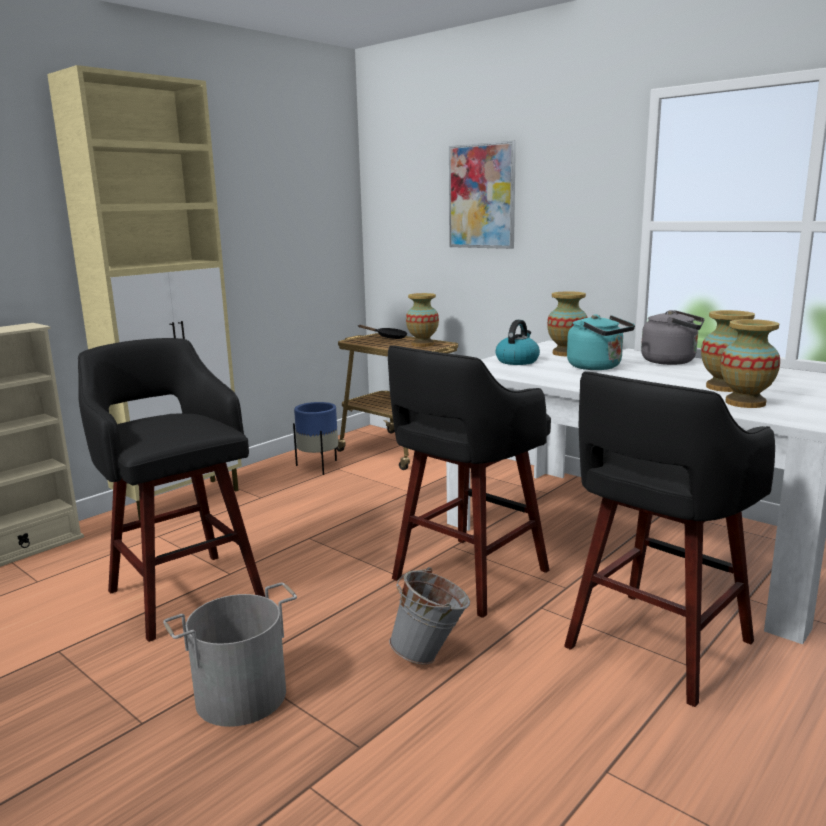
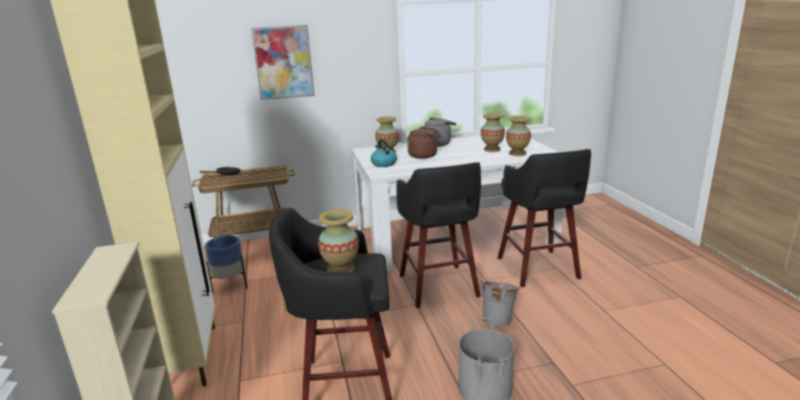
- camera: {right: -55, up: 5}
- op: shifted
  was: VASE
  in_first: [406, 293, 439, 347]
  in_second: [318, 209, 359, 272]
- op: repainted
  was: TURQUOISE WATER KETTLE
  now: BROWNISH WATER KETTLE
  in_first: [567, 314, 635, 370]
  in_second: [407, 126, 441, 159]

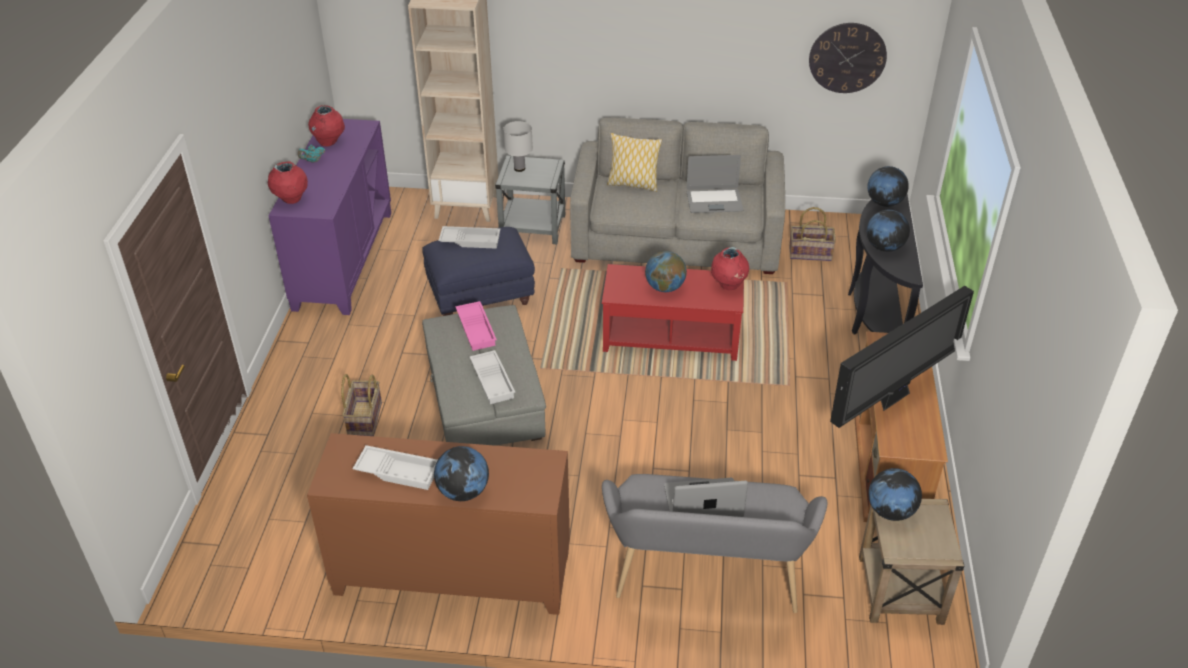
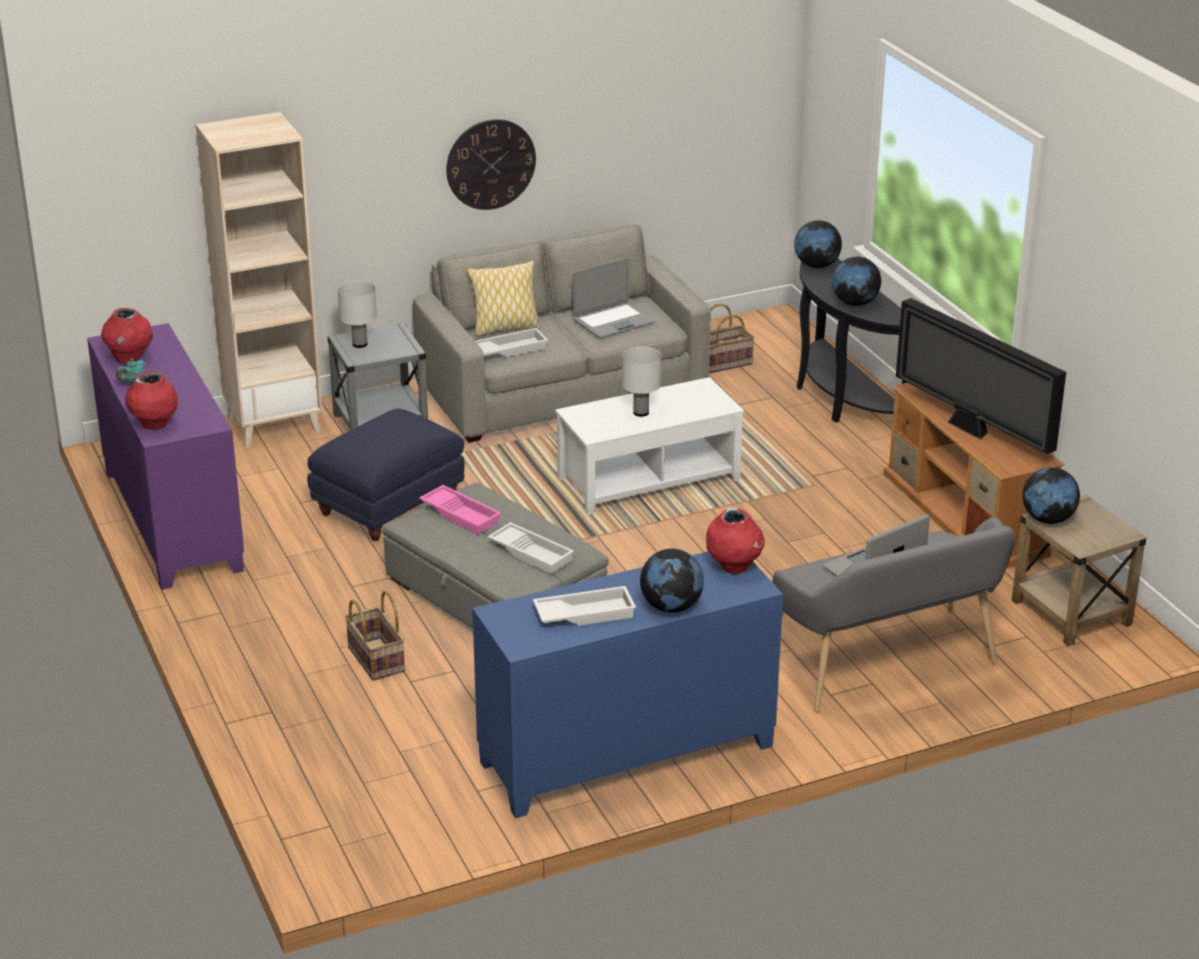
- camera: {right: -30, up: -10}
- op: repainted
  was: BROWNISH CUPBOARD
  now: BLUISH CUPBOARD
  in_first: [307, 433, 570, 615]
  in_second: [472, 551, 783, 818]
- op: shifted
  was: WHITE SERVING TRAY
  in_first: [439, 226, 500, 249]
  in_second: [475, 328, 548, 357]
- op: repainted
  was: RED LOUNGE TABLE
  now: WHITE LOUNGE TABLE
  in_first: [602, 264, 744, 361]
  in_second: [555, 377, 744, 515]
- op: swapped
  was: WORLD GLOBE
  now: WHITE LAMP FOR A TABLE
  in_first: [645, 251, 687, 292]
  in_second: [622, 346, 662, 417]
- op: shifted
  was: RED VASE
  in_first: [711, 247, 749, 290]
  in_second: [706, 508, 765, 574]
- op: shifted
  was: HANGING CLOCK
  in_first: [809, 23, 887, 93]
  in_second: [446, 119, 536, 210]
- op: rotated
  was: TELEVISION
  in_first: [830, 286, 974, 428]
  in_second: [896, 298, 1066, 454]
  clockwise: 120

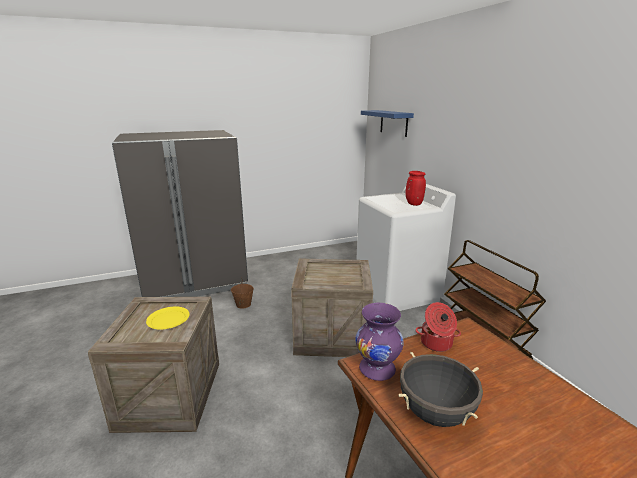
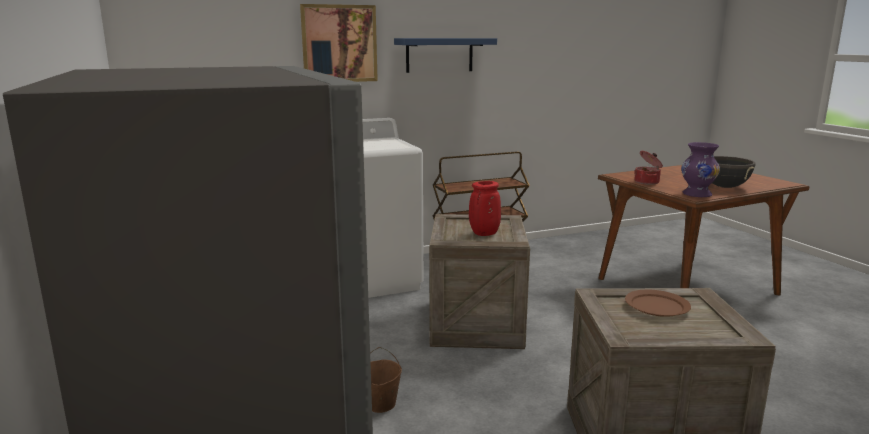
- camera: {right: -90, up: -5}
- op: repainted
  was: YELLOWISH FLAT DISH
  now: BROWNISH FLAT DISH
  in_first: [146, 306, 190, 329]
  in_second: [625, 290, 691, 317]
- op: shifted
  was: BLUISH WALL SHELF
  in_first: [361, 110, 414, 137]
  in_second: [394, 38, 497, 73]
- op: shifted
  was: RED VASE
  in_first: [405, 171, 426, 206]
  in_second: [469, 181, 501, 236]
- op: new
  now: WALL ART
  in_second: [300, 4, 378, 82]

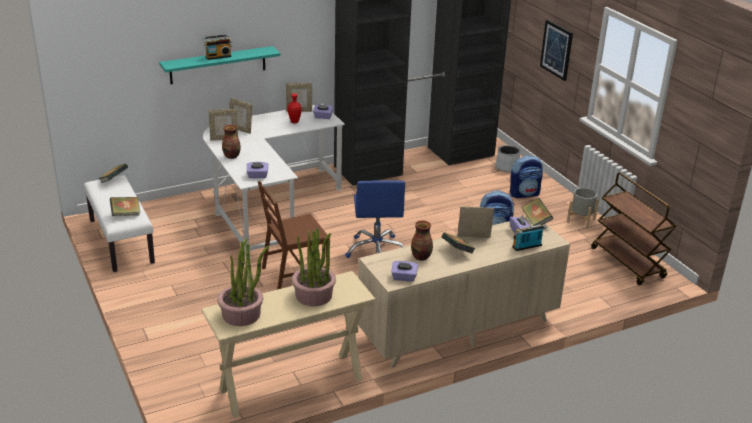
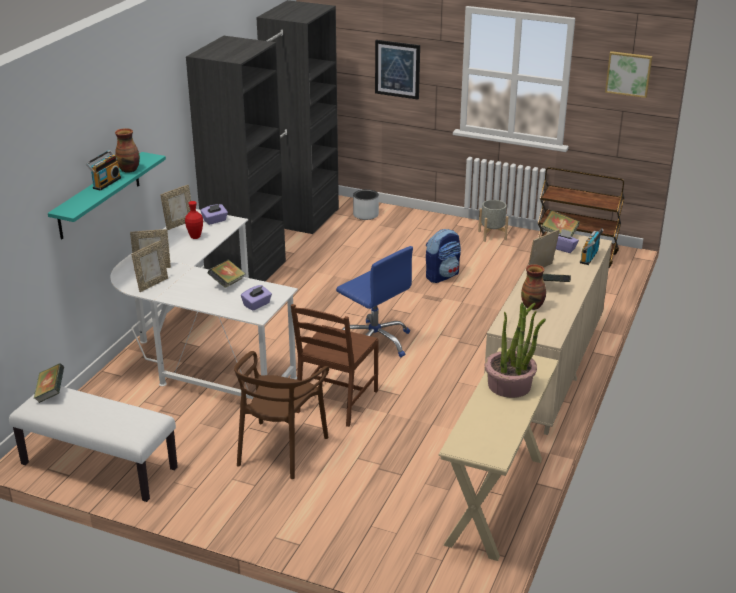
- camera: {right: -40, up: 0}
- op: shifted
  was: VOLUME
  in_first: [110, 197, 141, 216]
  in_second: [208, 260, 246, 288]
- op: gone
  was: POTTED PLANT
  in_first: [217, 238, 269, 326]
- op: shifted
  was: VASE
  in_first: [222, 125, 241, 159]
  in_second: [115, 128, 140, 173]
- op: gone
  was: PURPLE-COLOURED TISSUE HOLDER
  in_first: [391, 261, 418, 282]
- op: gone
  was: BACKPACK
  in_first: [510, 155, 543, 198]
- op: new
  now: BROWNISH CHAIR
  in_second: [234, 351, 329, 479]
- op: new
  now: WALL ART
  in_second: [605, 51, 652, 98]

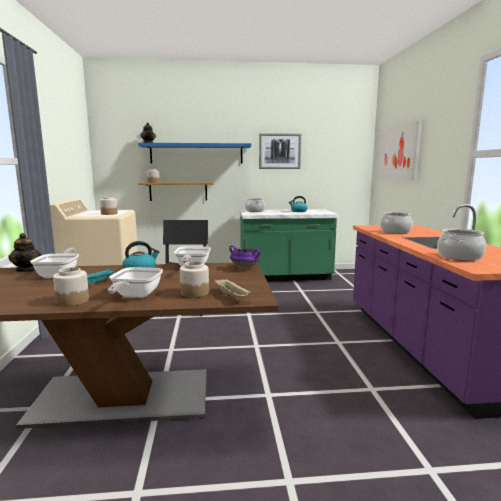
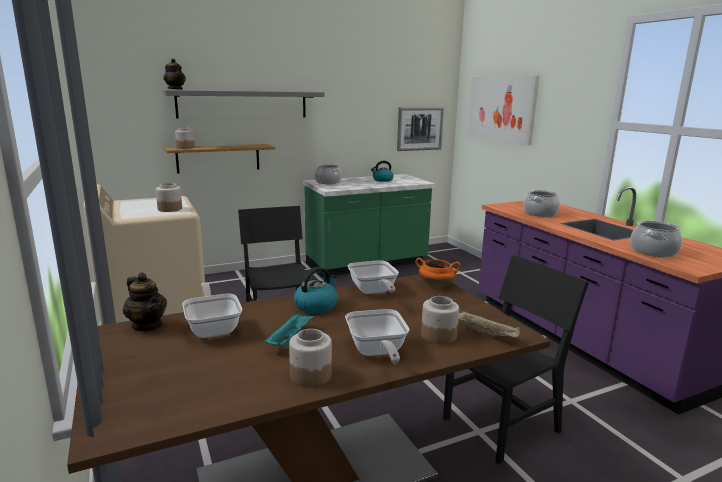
- camera: {right: -20, up: 5}
- op: repainted
  was: BLUISH WALL SHELF
  now: GRAY WALL SHELF
  in_first: [138, 143, 251, 164]
  in_second: [163, 90, 324, 119]
- op: repainted
  was: PURPLE-COLOURED SAUCEPOT
  now: ORANGEY SAUCEPOT
  in_first: [229, 245, 261, 270]
  in_second: [415, 258, 461, 288]
- op: shifted
  was: WALL ART
  in_first: [259, 133, 301, 169]
  in_second: [397, 107, 444, 151]
- op: new
  now: BLACK CHAIR
  in_second: [443, 255, 589, 465]

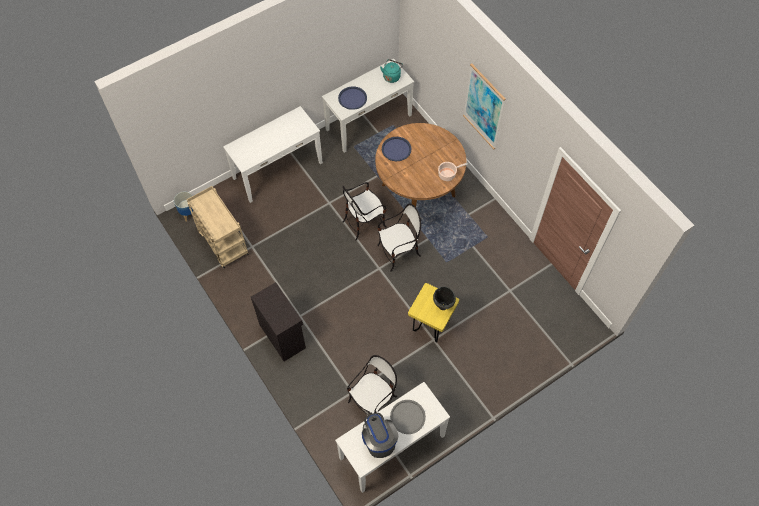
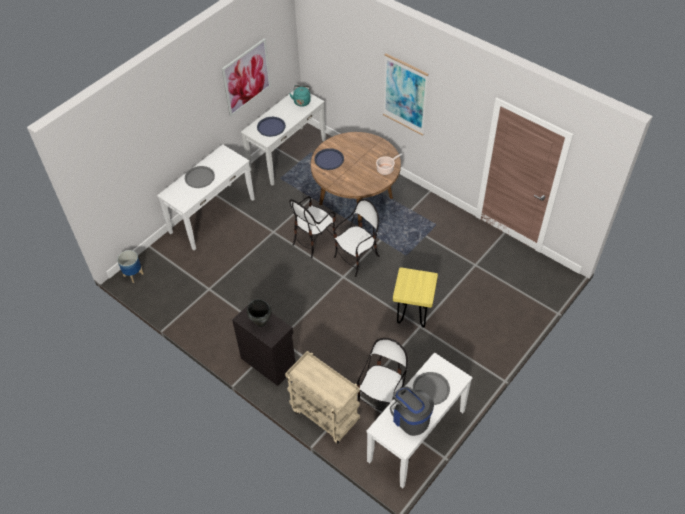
- camera: {right: -15, up: -10}
- op: shifted
  was: BEIGE-COLOURED WHEELED CART
  in_first: [187, 186, 249, 269]
  in_second: [285, 351, 360, 444]
- op: shifted
  was: BLACK SAUCEPOT
  in_first: [433, 287, 456, 310]
  in_second: [247, 299, 271, 327]
- op: new
  now: GRAY SERVING TRAY
  in_second: [185, 166, 215, 188]
- op: new
  now: WALL ART
  in_second: [222, 38, 271, 117]

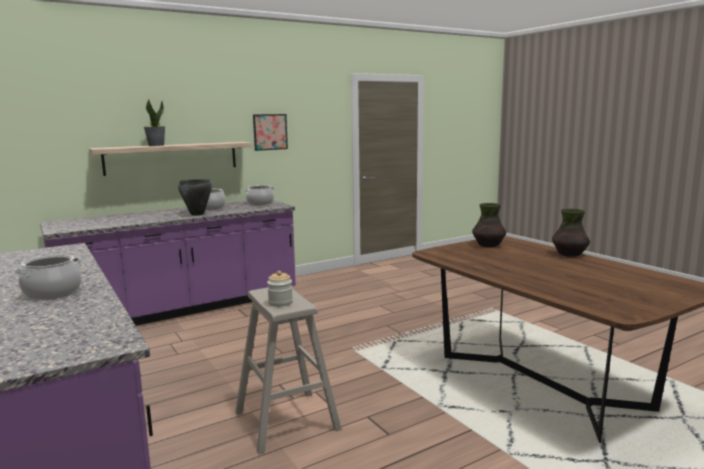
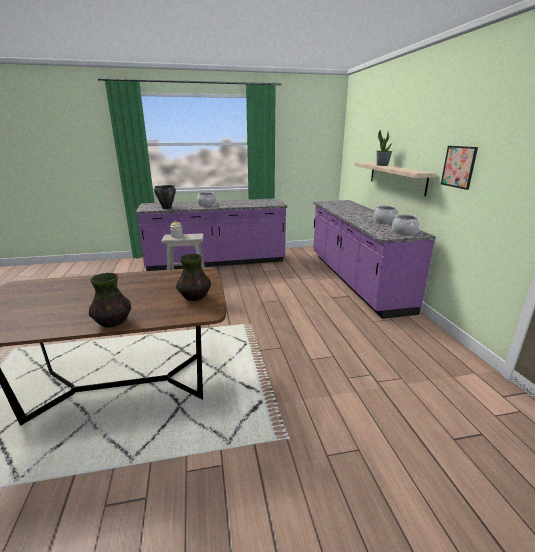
- camera: {right: 110, up: 10}
- op: shifted
  was: BLACK SAUCEPOT
  in_first: [178, 180, 212, 215]
  in_second: [154, 185, 176, 209]

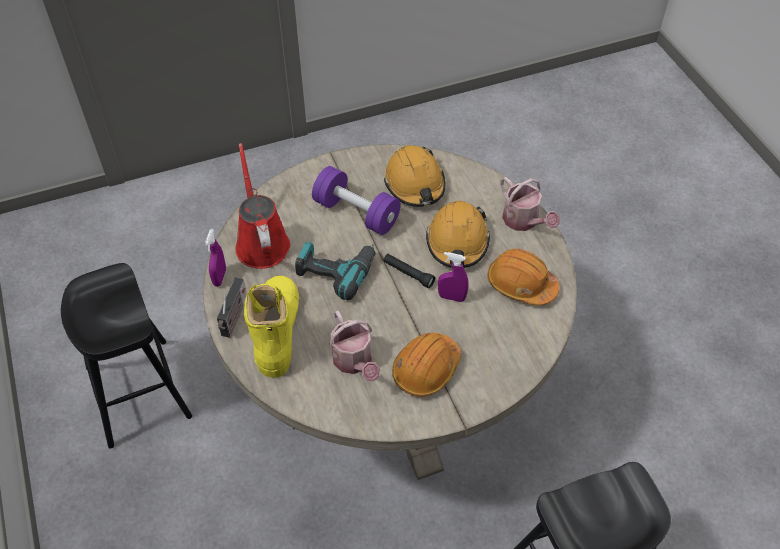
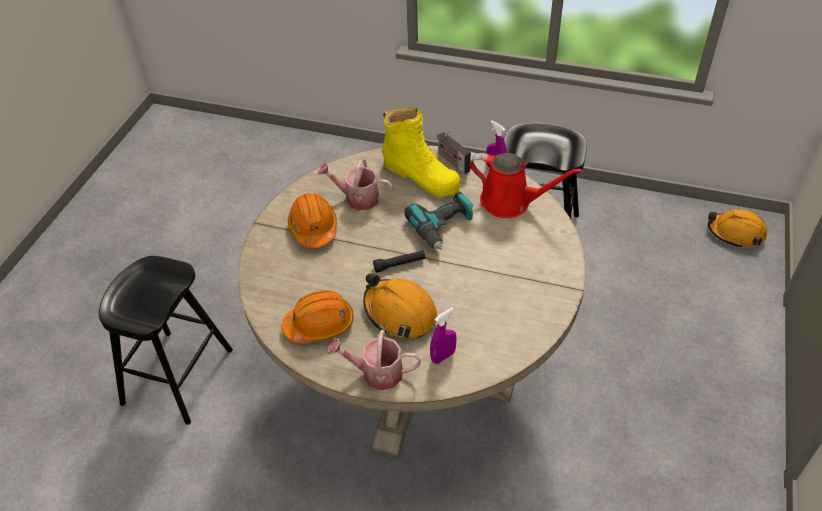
- camera: {right: 130, up: -5}
- op: gone
  was: PURPLE-COLOURED FREE WEIGHT
  in_first: [312, 166, 401, 235]
- op: shifted
  was: ORANGEY HARD HAT
  in_first: [384, 145, 445, 207]
  in_second: [708, 209, 767, 248]
- op: shifted
  was: PURPLE-COLOURED HAND SPRAYER
  in_first: [438, 252, 469, 302]
  in_second: [430, 307, 456, 364]

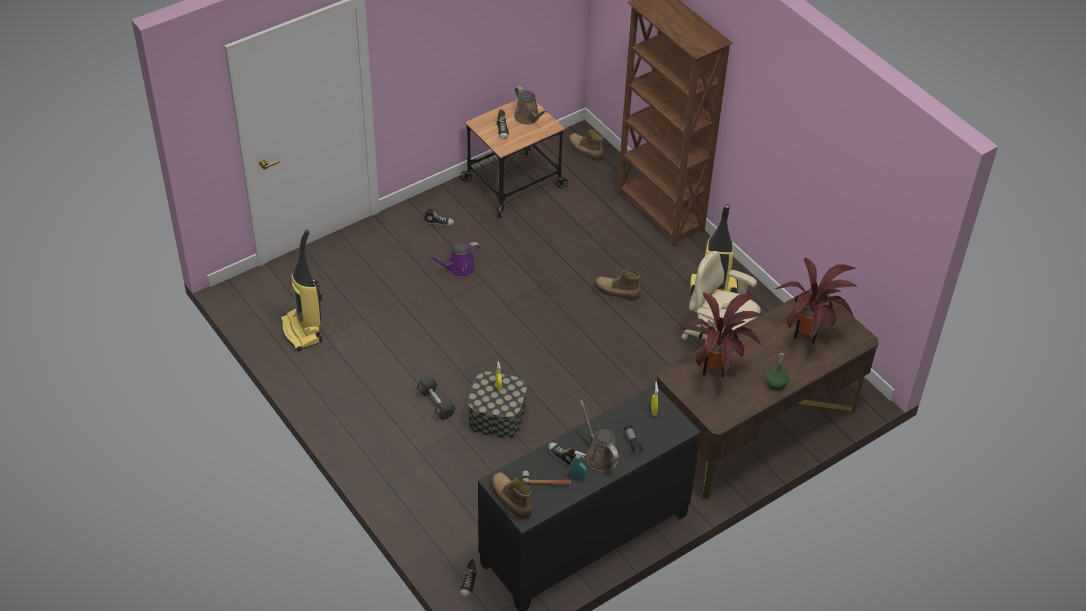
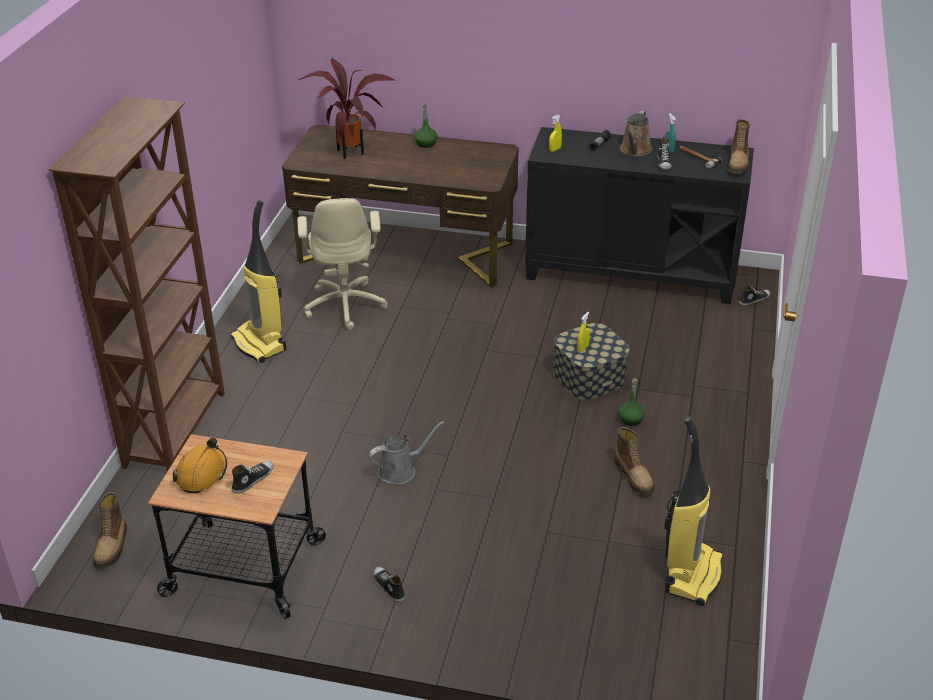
- camera: {right: -130, up: -10}
- op: swapped
  was: BLACK FREE WEIGHT
  now: GREEN BEVERAGE BOTTLE
  in_first: [416, 376, 456, 420]
  in_second: [618, 378, 645, 426]
- op: gone
  was: PURPLE-COLOURED WATERING POT
  in_first: [426, 242, 480, 277]
- op: swapped
  was: BROWNISH WATERING POT
  now: ORANGEY HARD HAT
  in_first: [514, 86, 548, 125]
  in_second: [173, 438, 227, 493]
- op: shifted
  was: HIGH-TOP BOOT
  in_first: [594, 269, 641, 300]
  in_second: [614, 427, 654, 495]
- op: gone
  was: POTTED PLANT
  in_first: [680, 293, 763, 377]
- op: new
  now: GRAY WATERING POT
  in_second: [369, 421, 444, 484]

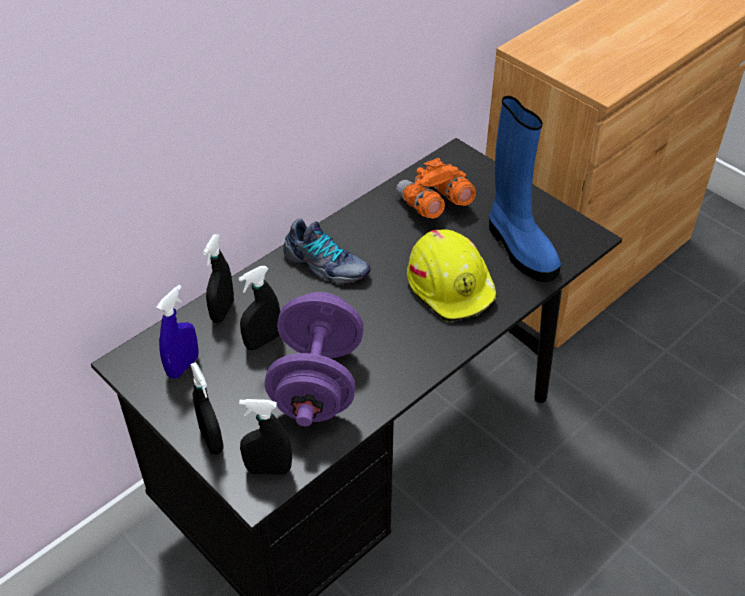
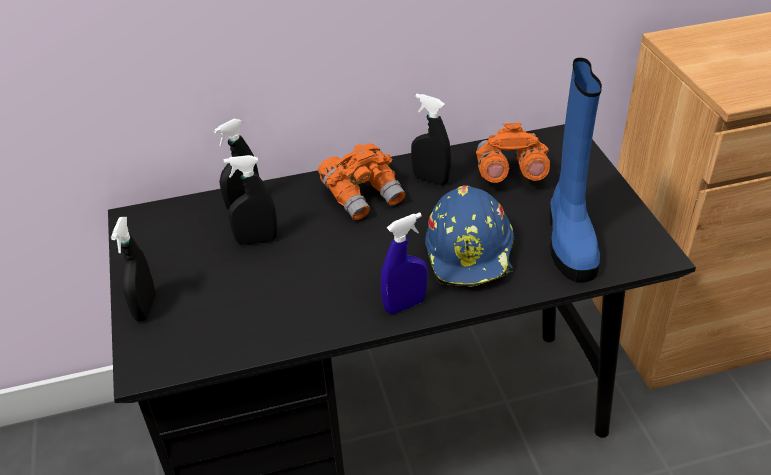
- camera: {right: 30, up: -5}
- op: shifted
  was: BLUISH HAND SPRAYER
  in_first: [156, 285, 199, 379]
  in_second: [381, 212, 428, 314]
- op: shifted
  was: BLACK HAND SPRAYER
  in_first: [239, 399, 292, 475]
  in_second: [411, 94, 451, 186]
- op: gone
  was: PURPLE-COLOURED FREE WEIGHT
  in_first: [265, 292, 363, 426]
- op: swapped
  was: SHOE
  now: ORANGEY FIELD GLASSES
  in_first: [283, 218, 371, 284]
  in_second: [318, 143, 406, 220]
- op: repainted
  was: YELLOWISH HARD HAT
  now: BLUISH HARD HAT
  in_first: [407, 229, 498, 322]
  in_second: [425, 185, 514, 287]

